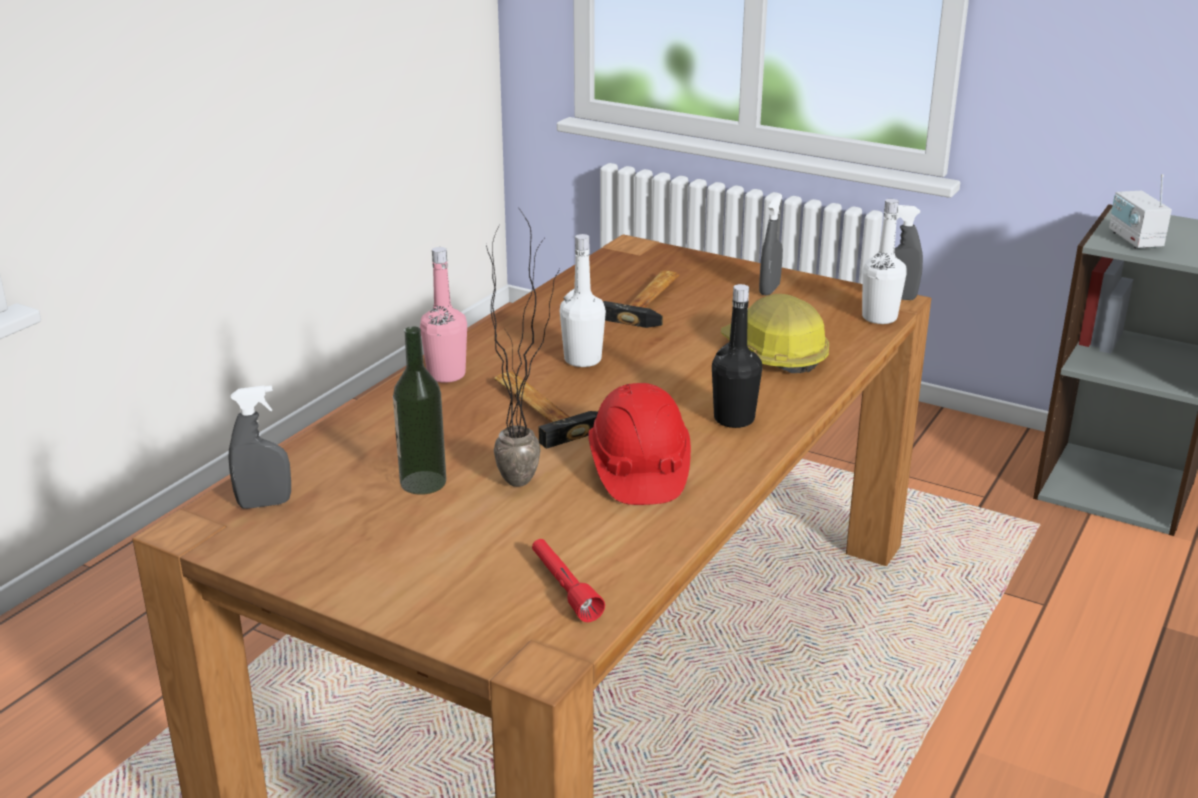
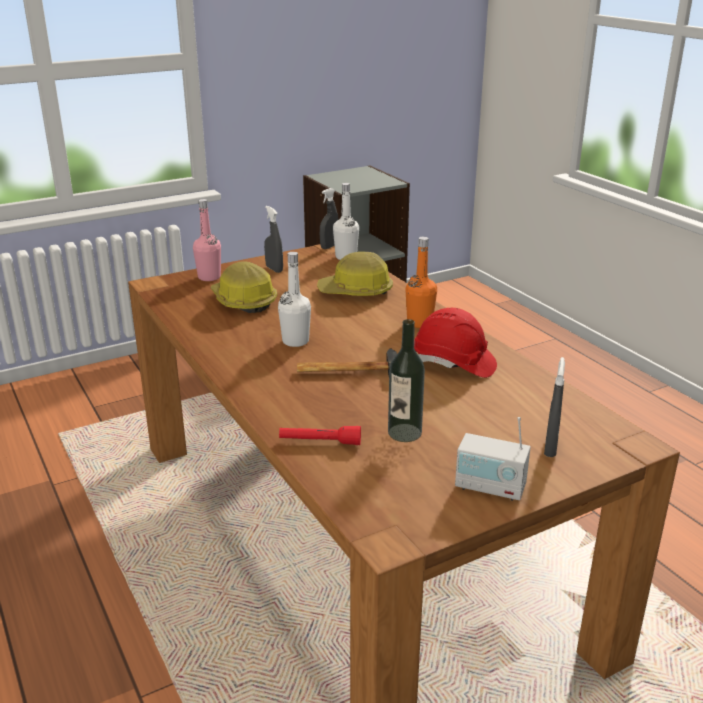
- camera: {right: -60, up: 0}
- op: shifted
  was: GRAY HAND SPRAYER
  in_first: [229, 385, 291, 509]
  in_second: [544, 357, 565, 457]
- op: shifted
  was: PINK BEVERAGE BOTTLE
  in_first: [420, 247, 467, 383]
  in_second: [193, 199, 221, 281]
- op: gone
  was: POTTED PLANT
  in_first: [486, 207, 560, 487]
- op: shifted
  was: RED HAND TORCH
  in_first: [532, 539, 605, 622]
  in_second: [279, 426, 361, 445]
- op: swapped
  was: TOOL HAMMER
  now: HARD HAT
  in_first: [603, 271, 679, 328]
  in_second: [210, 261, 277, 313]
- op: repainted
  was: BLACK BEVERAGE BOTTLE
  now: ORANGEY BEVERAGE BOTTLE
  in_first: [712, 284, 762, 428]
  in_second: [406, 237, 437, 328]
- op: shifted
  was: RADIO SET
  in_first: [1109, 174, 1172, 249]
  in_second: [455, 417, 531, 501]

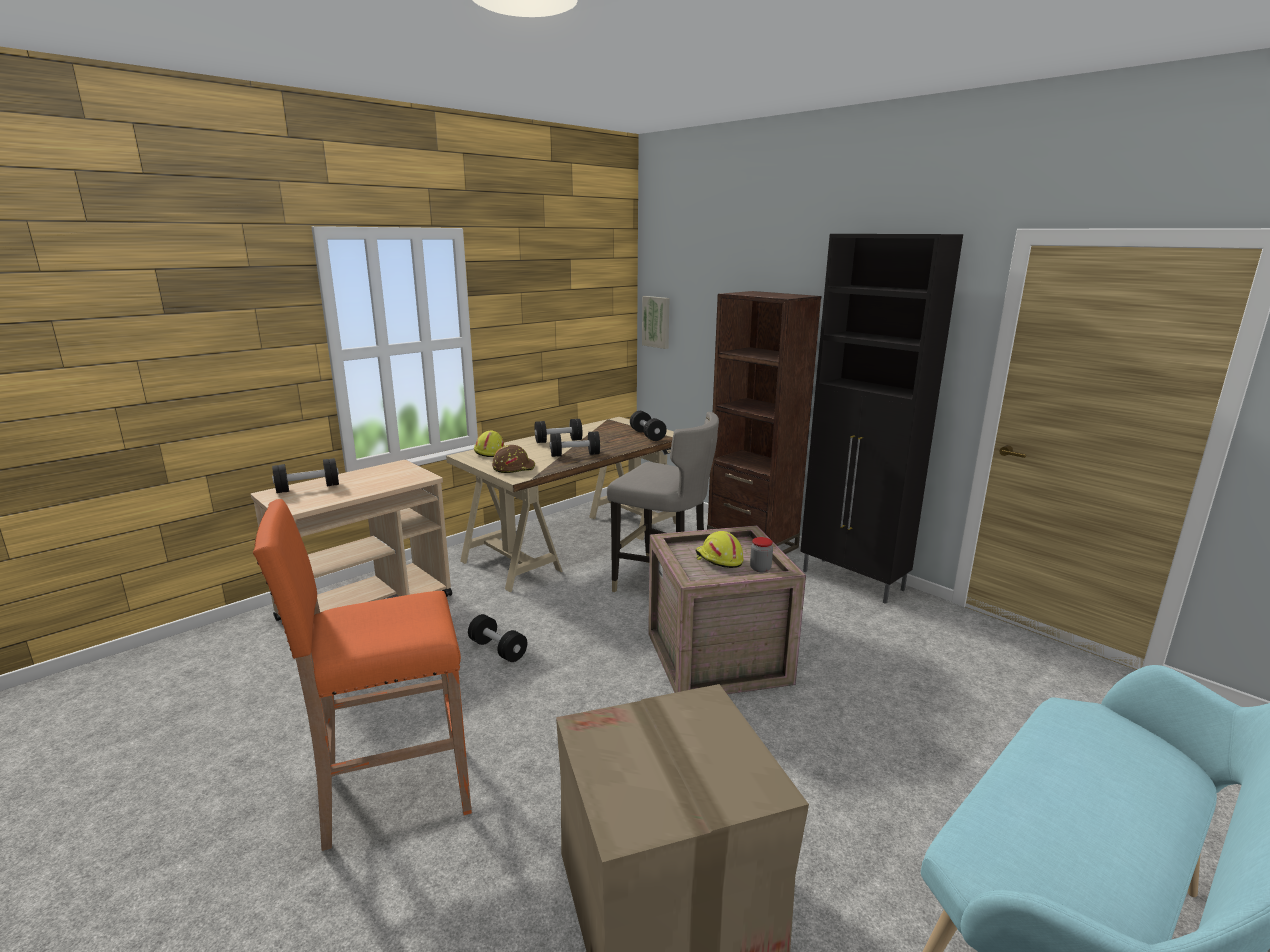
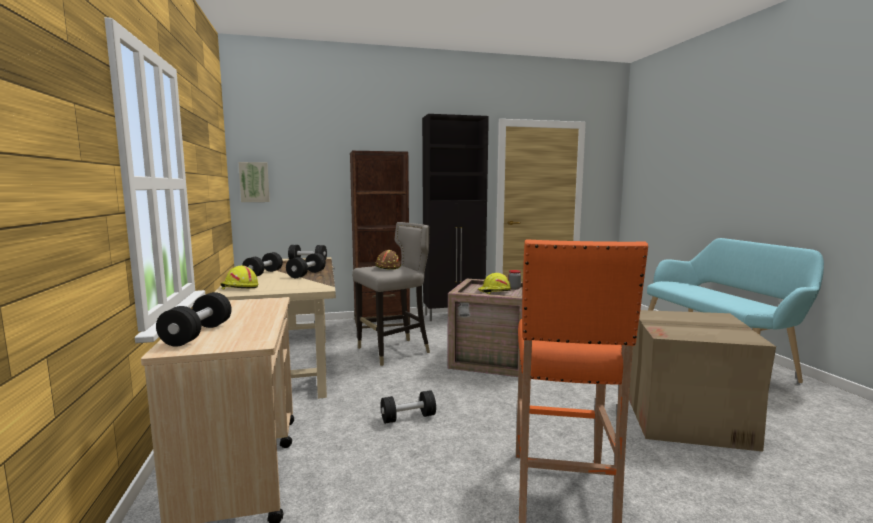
- camera: {right: -60, up: -10}
- op: shifted
  was: BROWNISH HARD HAT
  in_first: [492, 445, 535, 473]
  in_second: [376, 250, 401, 270]

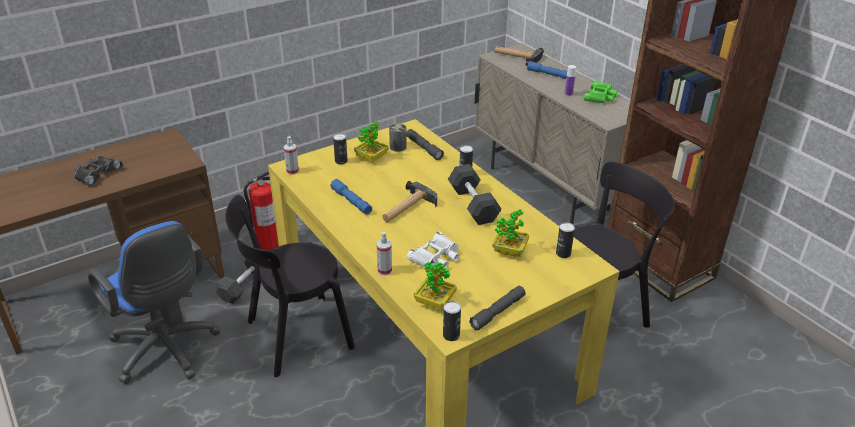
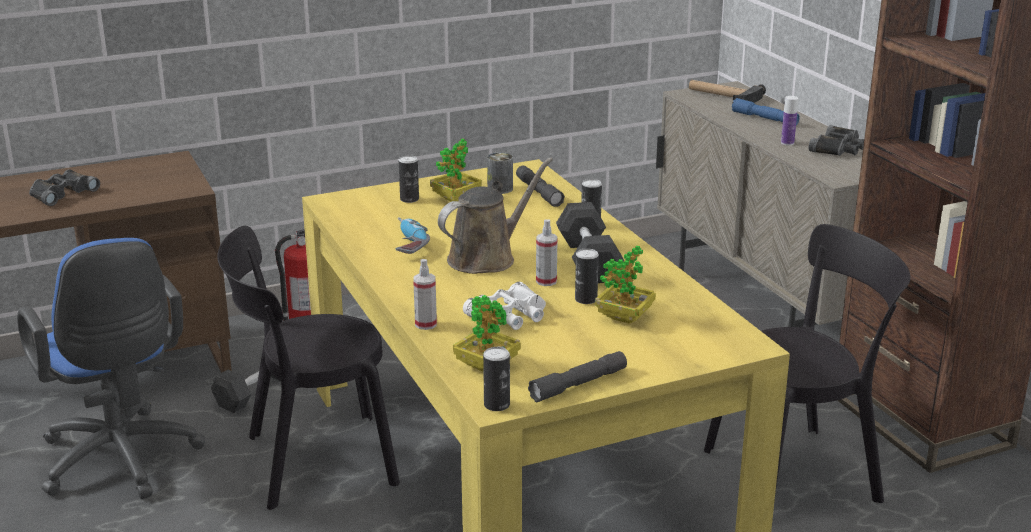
- camera: {right: 10, up: -10}
- op: shifted
  was: HAND SPRAYER
  in_first: [284, 136, 299, 175]
  in_second: [536, 219, 558, 286]
- op: swapped
  was: BLUISH HAND TORCH
  now: POWER DRILL
  in_first: [330, 179, 372, 215]
  in_second: [396, 217, 430, 254]
- op: swapped
  was: TOOL HAMMER
  now: BROWNISH WATERING POT
  in_first: [383, 181, 437, 222]
  in_second: [438, 157, 553, 274]
- op: shifted
  was: SEALED CAN
  in_first: [556, 222, 575, 258]
  in_second: [575, 248, 599, 304]
- op: repainted
  was: GREEN FIELD GLASSES
  now: BLACK FIELD GLASSES
  in_first: [584, 81, 618, 103]
  in_second: [809, 125, 864, 156]

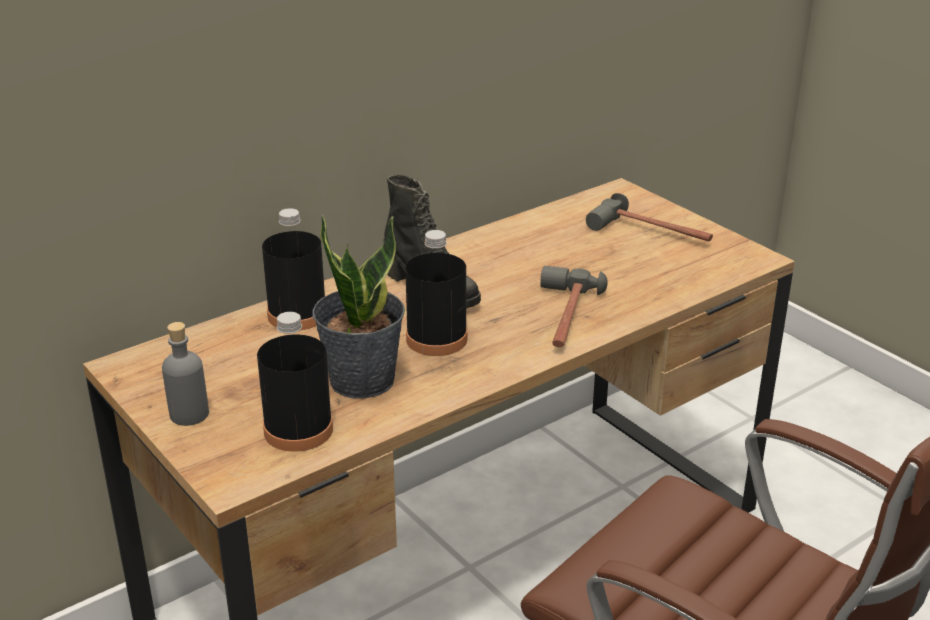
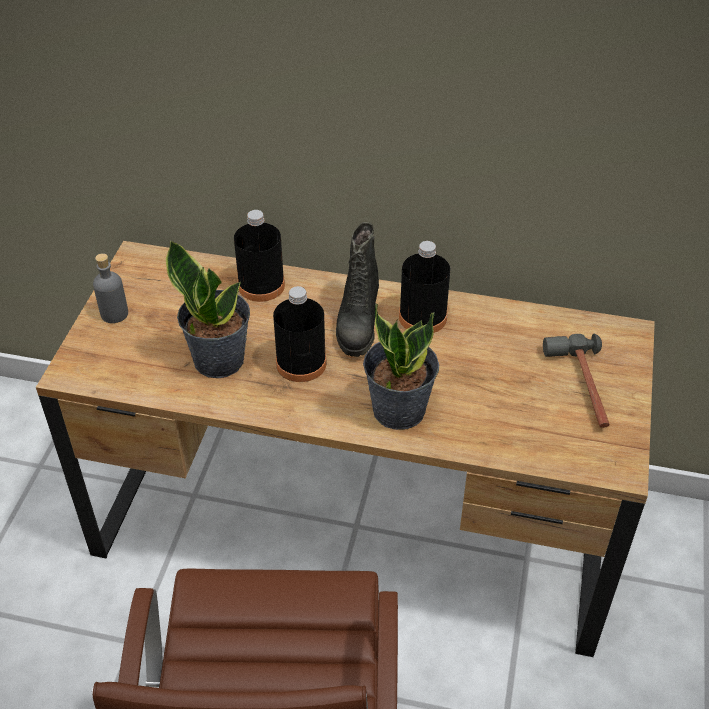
- camera: {right: 50, up: 15}
- op: shifted
  was: BLACK BEVERAGE BOTTLE
  in_first: [257, 312, 333, 452]
  in_second: [399, 241, 450, 333]
- op: swapped
  was: TOOL HAMMER
  now: POTTED PLANT
  in_first: [540, 266, 608, 347]
  in_second: [363, 304, 439, 430]

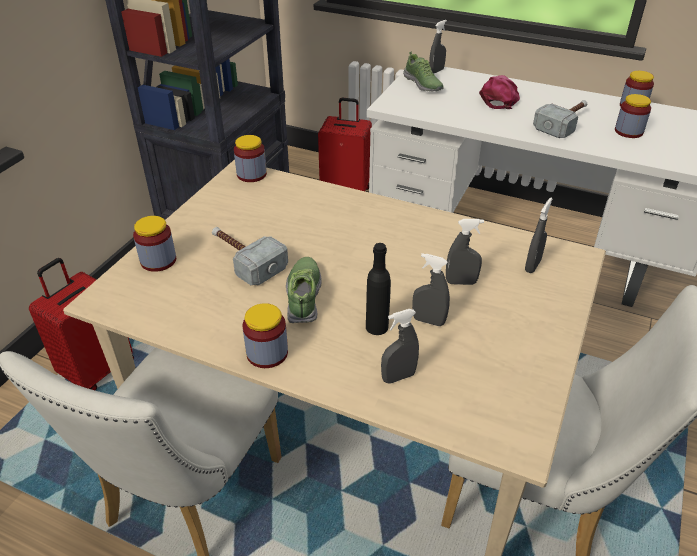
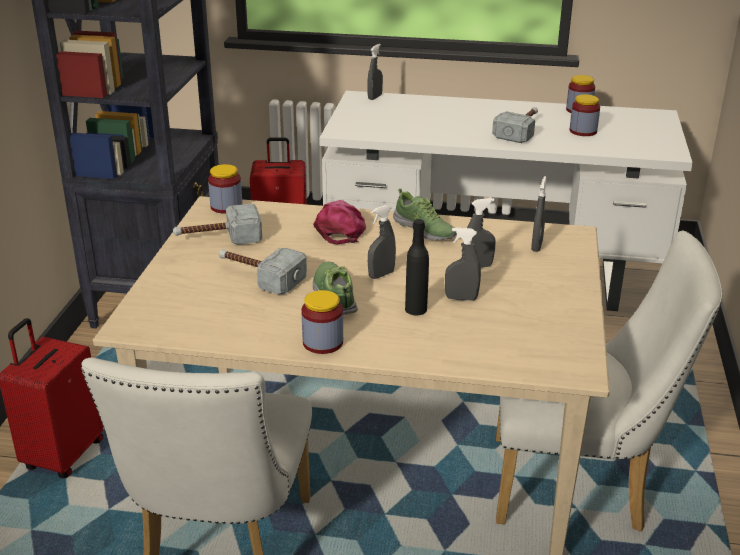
- camera: {right: -15, up: -10}
- op: gone
  was: PRESERVE JAR
  in_first: [133, 216, 176, 272]
- op: shifted
  was: GRAY HAND SPRAYER
  in_first: [381, 309, 419, 383]
  in_second: [368, 205, 396, 279]
- op: shifted
  was: SHOE
  in_first: [403, 51, 444, 91]
  in_second: [393, 188, 457, 240]
- op: shifted
  was: PINK CAP
  in_first: [479, 75, 520, 109]
  in_second: [313, 200, 366, 244]
- op: new
  now: TOOL HAMMER
  in_second: [173, 204, 262, 245]

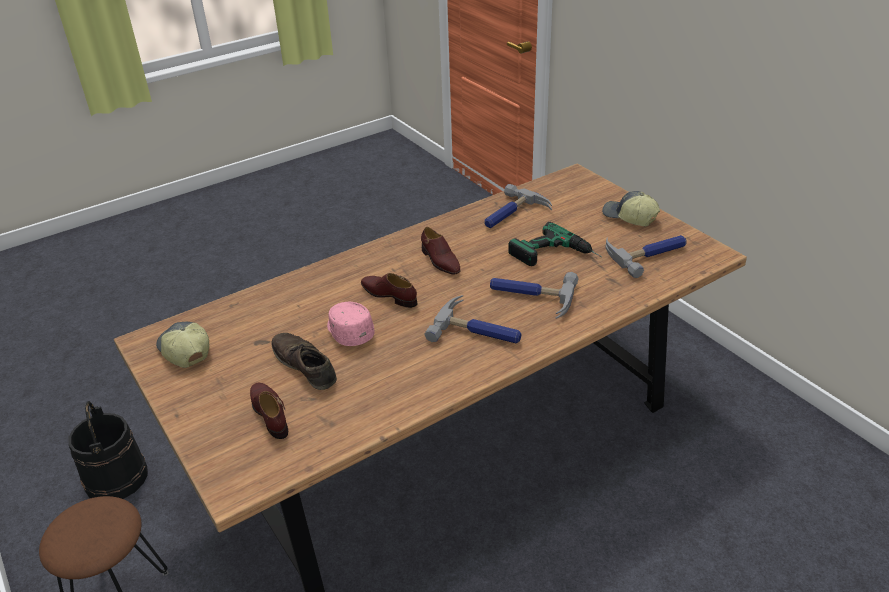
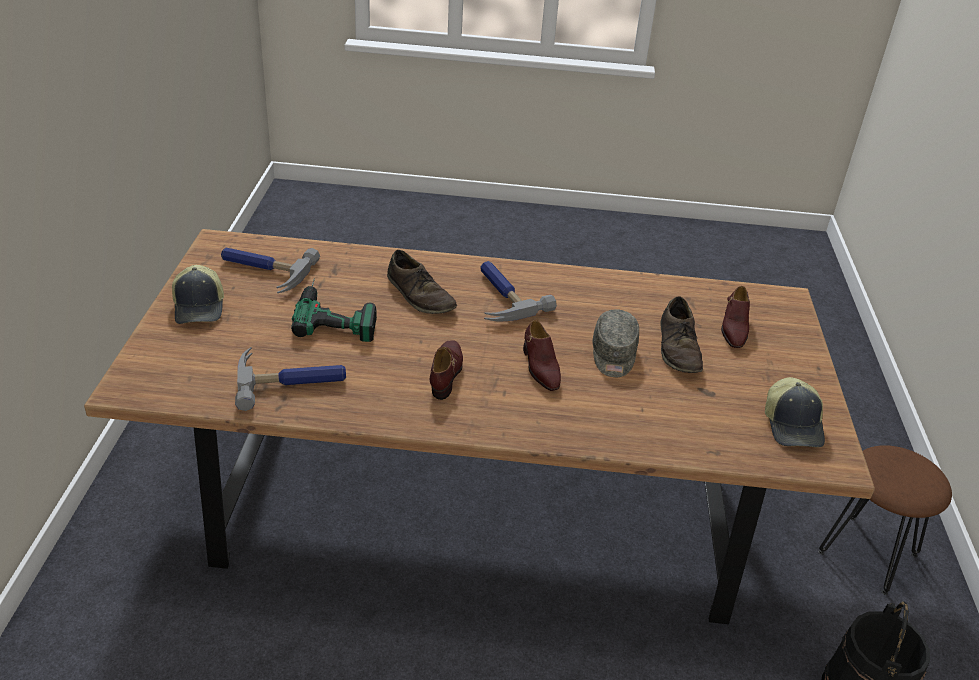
- camera: {right: -145, up: 0}
- op: repainted
  was: PINK CAP
  now: GRAY CAP
  in_first: [327, 302, 375, 346]
  in_second: [593, 309, 639, 377]
- op: swapped
  was: TOOL HAMMER
  now: BROWNISH SHOE
  in_first: [490, 272, 579, 319]
  in_second: [387, 250, 457, 314]

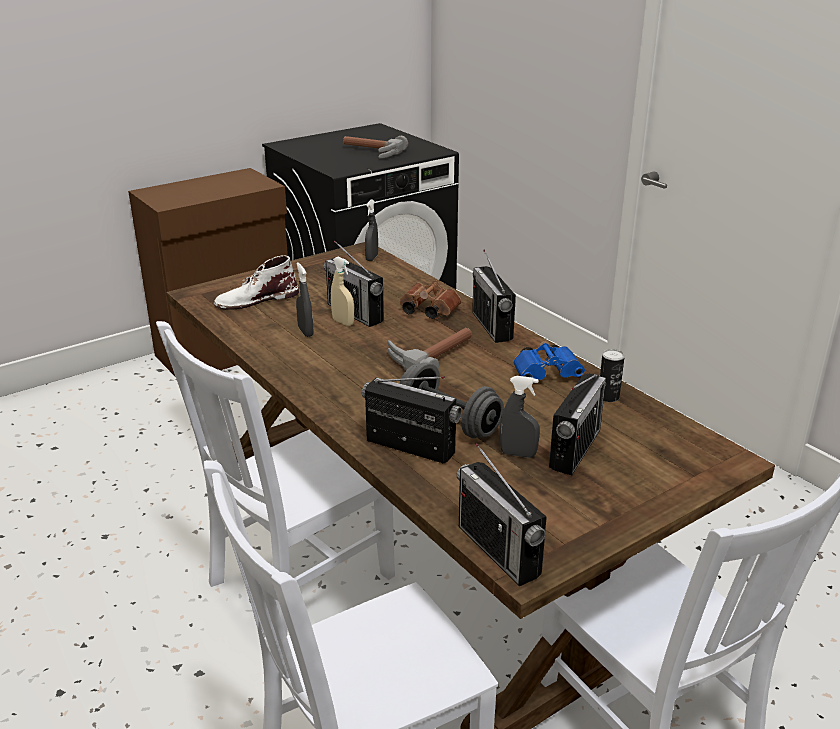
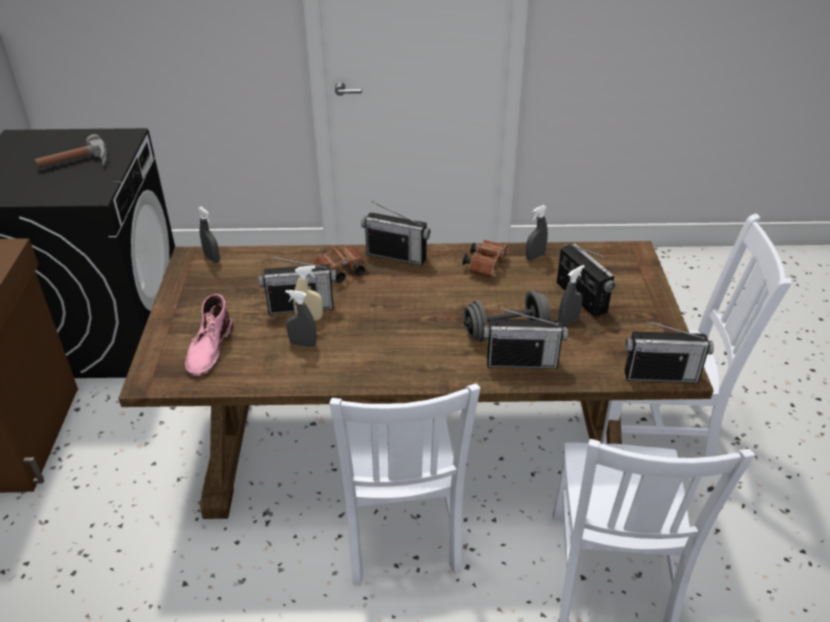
- camera: {right: -55, up: 10}
- op: repainted
  was: WHITE HIGH-TOP BOOT
  now: PINK HIGH-TOP BOOT
  in_first: [214, 255, 299, 310]
  in_second: [185, 294, 233, 376]
- op: rotated
  was: RADIO SET
  in_first: [362, 376, 462, 463]
  in_second: [484, 308, 568, 369]
  clockwise: -150
- op: gone
  was: TOOL HAMMER
  in_first: [387, 328, 472, 370]
- op: repainted
  was: BLUISH FIELD GLASSES
  now: BROWNISH FIELD GLASSES
  in_first: [513, 341, 585, 380]
  in_second: [463, 240, 510, 278]
- op: swapped
  was: SEALED CAN
  now: GRAY HAND SPRAYER
  in_first: [600, 349, 625, 402]
  in_second: [526, 205, 548, 261]

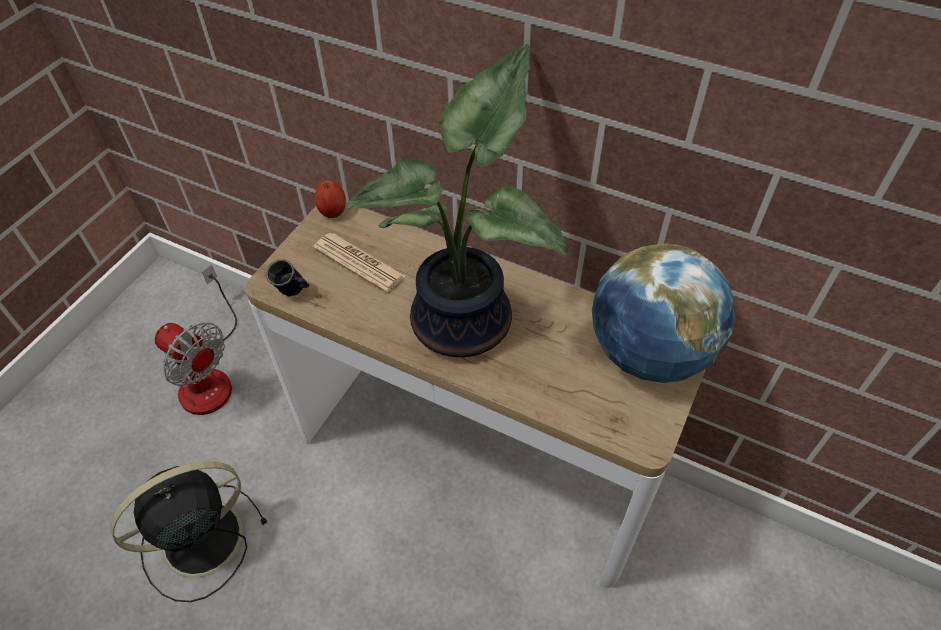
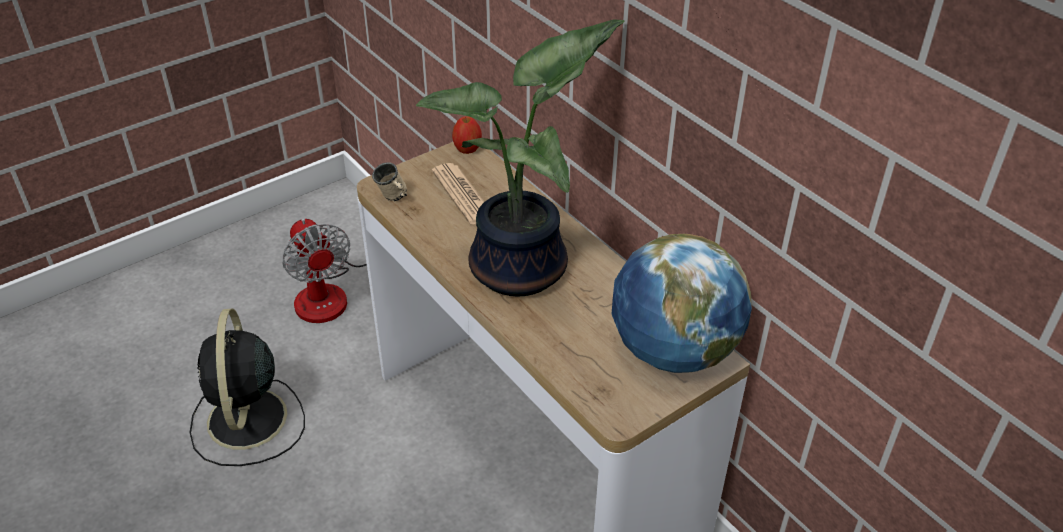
- camera: {right: 25, up: -10}
- op: rotated
  was: BLACK COOLING FAN
  in_first: [110, 461, 268, 602]
  in_second: [189, 309, 305, 466]
  clockwise: -90
- op: repainted
  was: BLUISH TEA MUG
  now: BEIGE-COLOURED TEA MUG
  in_first: [266, 259, 310, 296]
  in_second: [372, 162, 407, 201]

